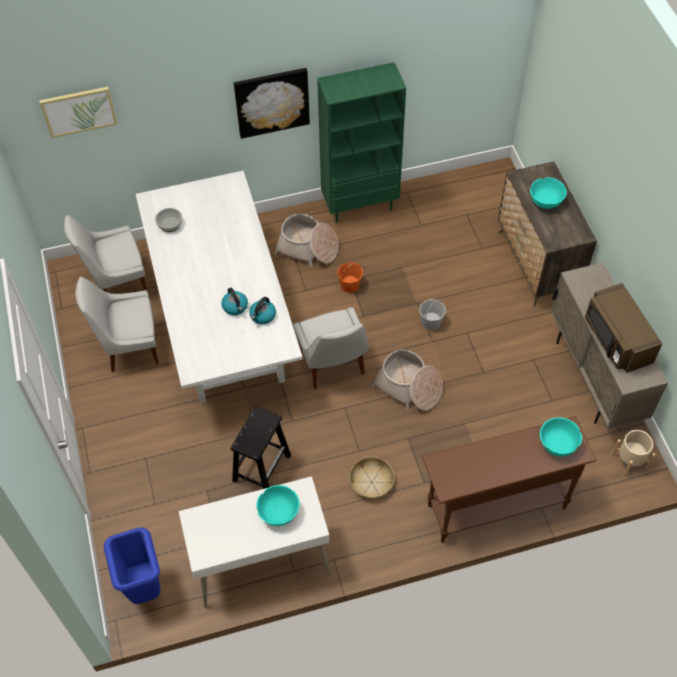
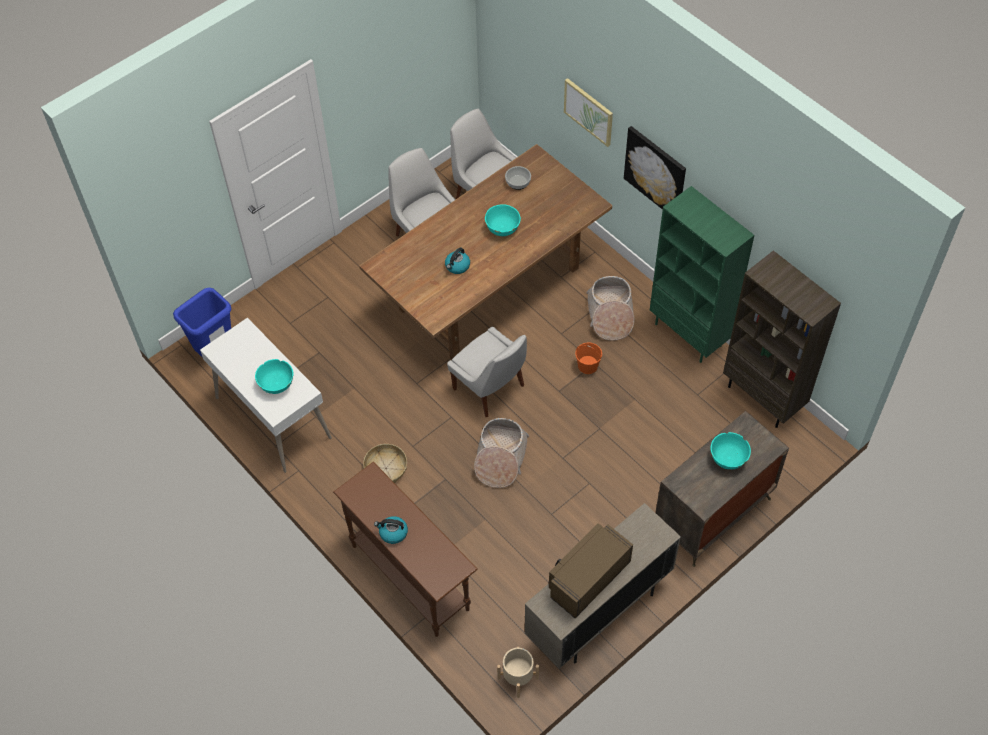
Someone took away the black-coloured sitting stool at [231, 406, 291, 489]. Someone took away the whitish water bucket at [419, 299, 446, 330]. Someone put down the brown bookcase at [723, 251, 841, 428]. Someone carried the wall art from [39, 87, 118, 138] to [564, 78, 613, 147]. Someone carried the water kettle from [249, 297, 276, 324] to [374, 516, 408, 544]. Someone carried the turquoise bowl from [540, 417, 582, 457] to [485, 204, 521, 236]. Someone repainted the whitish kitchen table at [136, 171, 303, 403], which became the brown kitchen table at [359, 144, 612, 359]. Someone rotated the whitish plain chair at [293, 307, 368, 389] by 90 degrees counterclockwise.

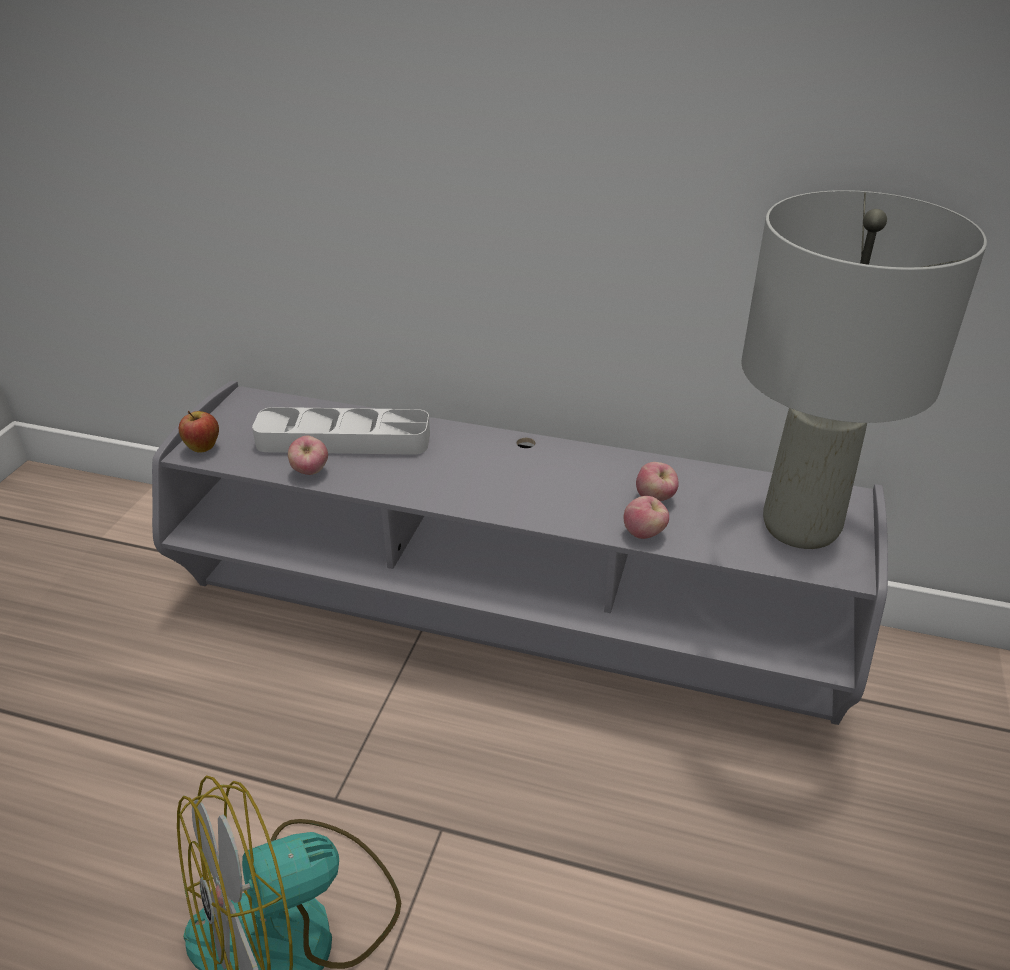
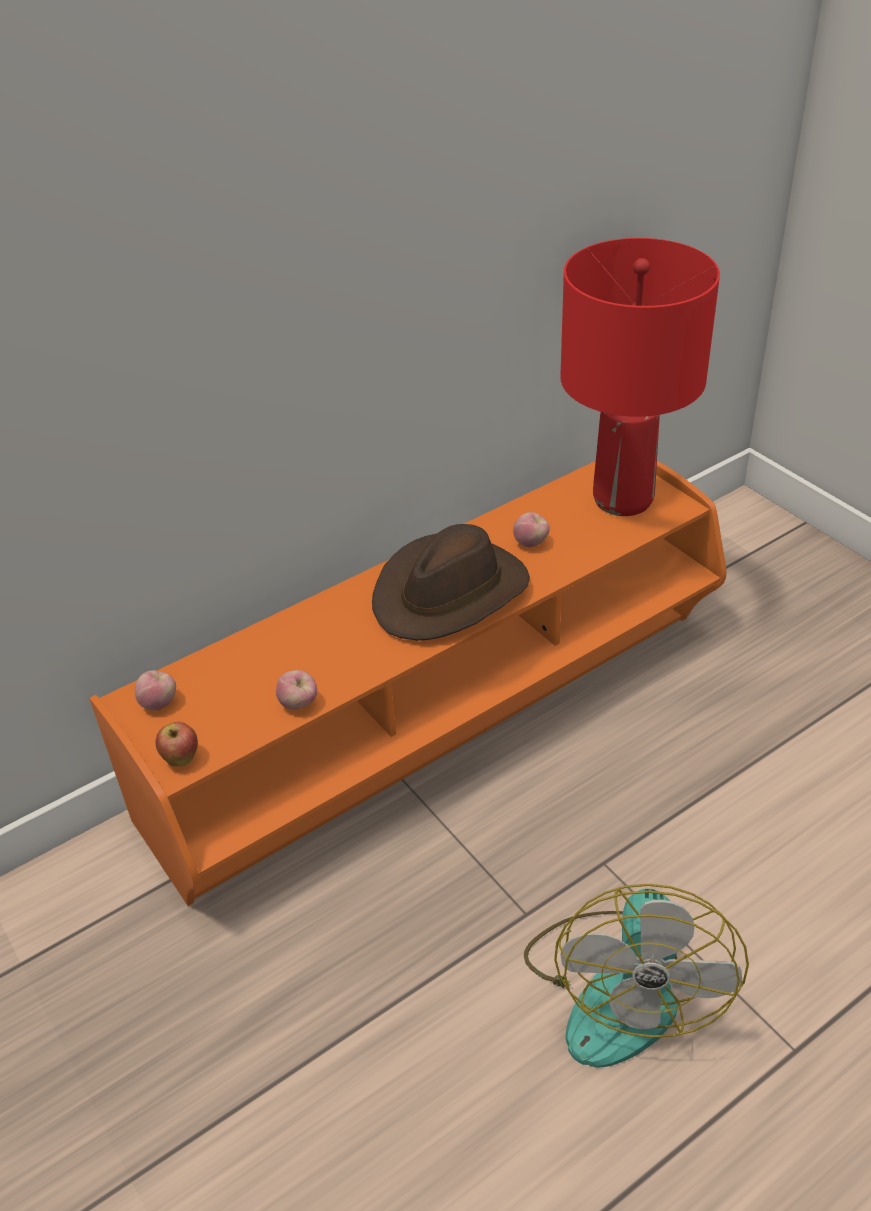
Someone took away the grey tray at [252, 407, 430, 455]. Someone put down the brown wearable hat at [372, 524, 530, 641]. Someone carried the apple fruit from [623, 496, 669, 539] to [135, 670, 176, 711]. Someone repainted the grey tv unit at [152, 381, 888, 725], which became the orangey tv unit at [90, 461, 727, 906]. Someone repainted the grey table lamp at [742, 190, 987, 549], which became the red-coloured table lamp at [560, 238, 720, 516].

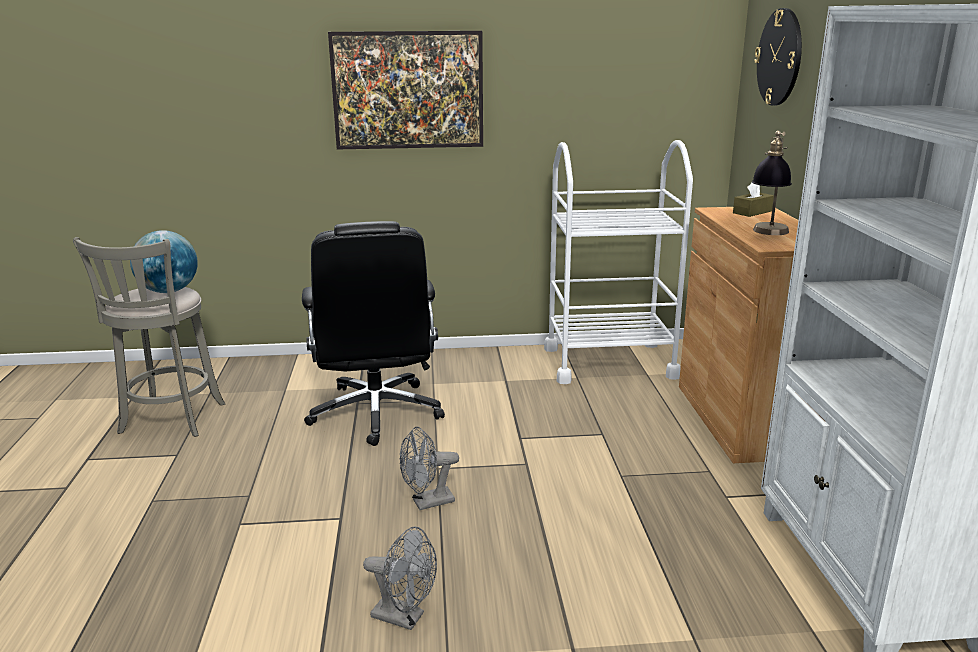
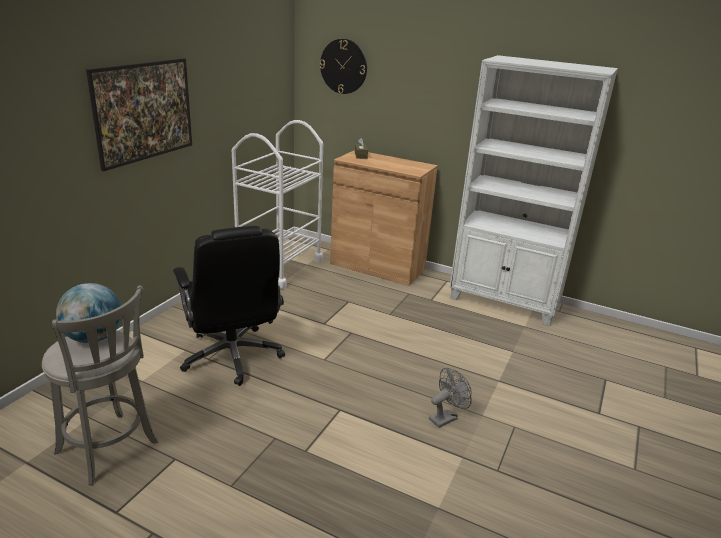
Someone took away the grey electric fan at [400, 427, 459, 510]. Someone took away the table lamp at [752, 131, 792, 235]. Someone rotated the black-coloured desk chair at [302, 221, 445, 446] by 45 degrees clockwise.

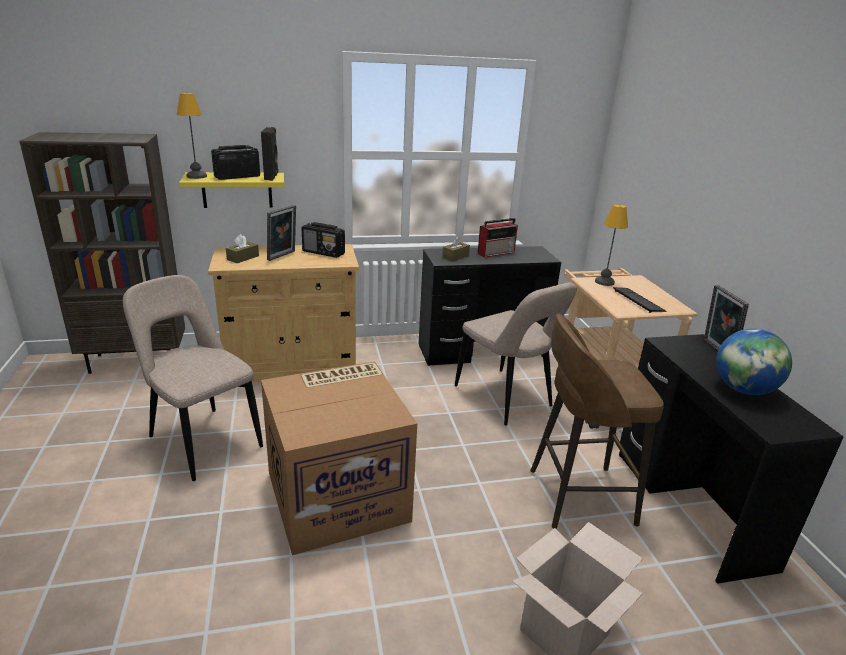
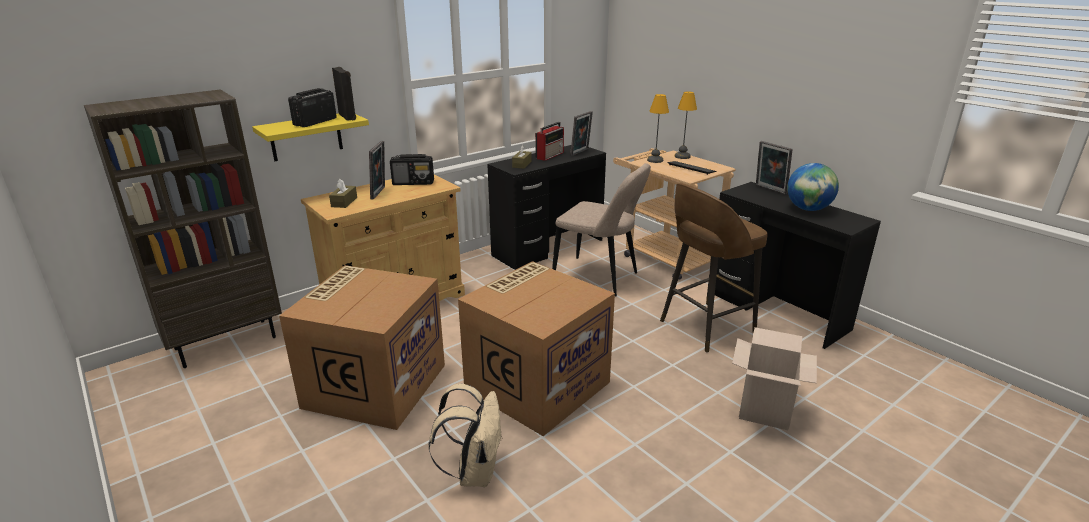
Someone put down the beige knapsack at [428, 384, 503, 487]. Someone put down the standing frame at [570, 111, 593, 156]. Someone carried the table lamp from [177, 93, 207, 179] to [675, 91, 697, 159]. Someone swapped the beige plain chair at [123, 275, 263, 481] for the carton at [279, 265, 445, 430].

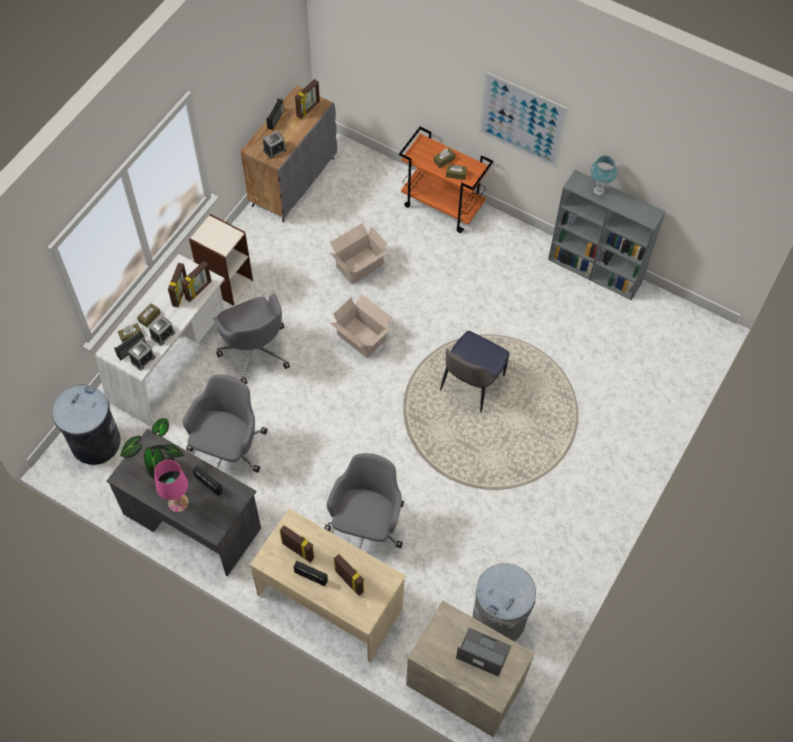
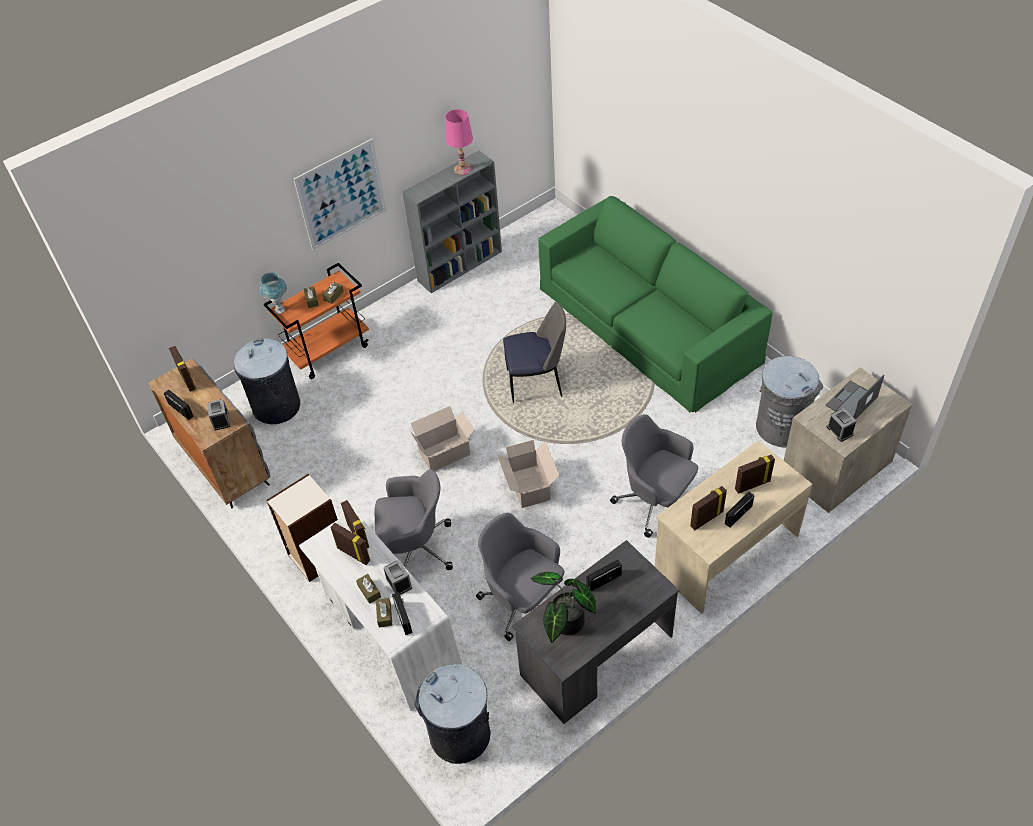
Someone put down the grey rubbish bin at [234, 338, 300, 424]. Someone put down the green settee at [538, 196, 773, 413]. Someone carried the table clock from [128, 340, 156, 371] to [827, 408, 856, 442]. Someone carried the pink table lamp from [154, 460, 189, 512] to [445, 109, 473, 175]. Someone carried the carton from [330, 223, 389, 284] to [497, 440, 560, 508]. Someone carried the blue-coloured table lamp from [590, 156, 617, 195] to [260, 272, 287, 314]. Someone rotated the plain chair at [440, 331, 510, 413] by 60 degrees counterclockwise.

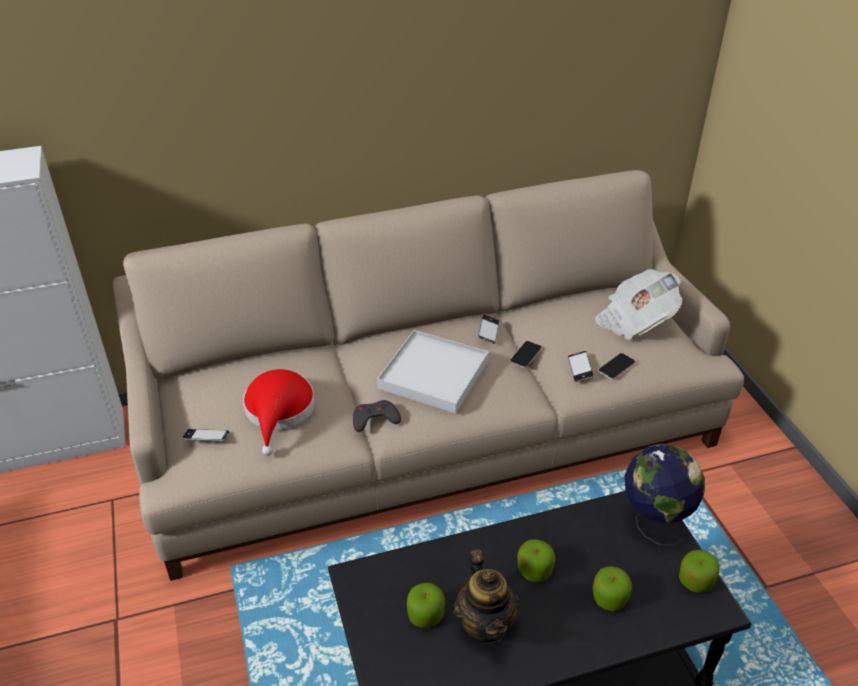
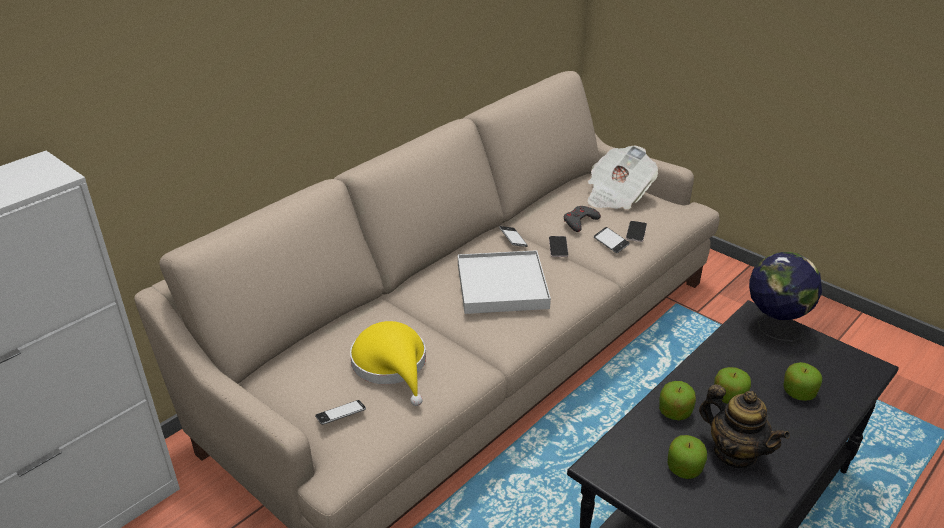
Someone carried the grey game controller from [353, 400, 401, 432] to [564, 206, 601, 232]. Someone carried the apple fruit from [679, 550, 720, 593] to [659, 381, 696, 420]. Someone repainted the red-coloured wearable hat at [243, 369, 315, 456], which became the yellow-coloured wearable hat at [350, 321, 426, 406].

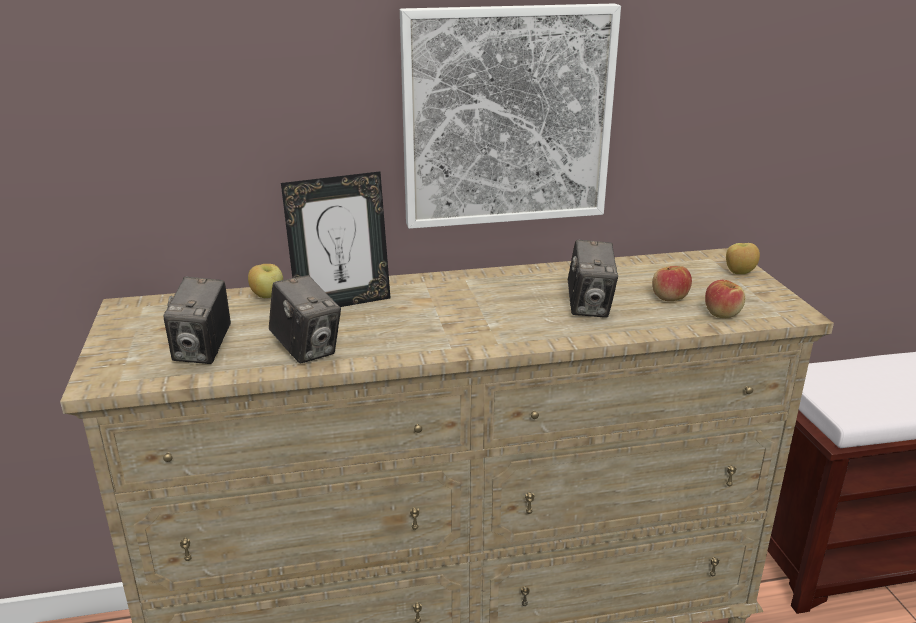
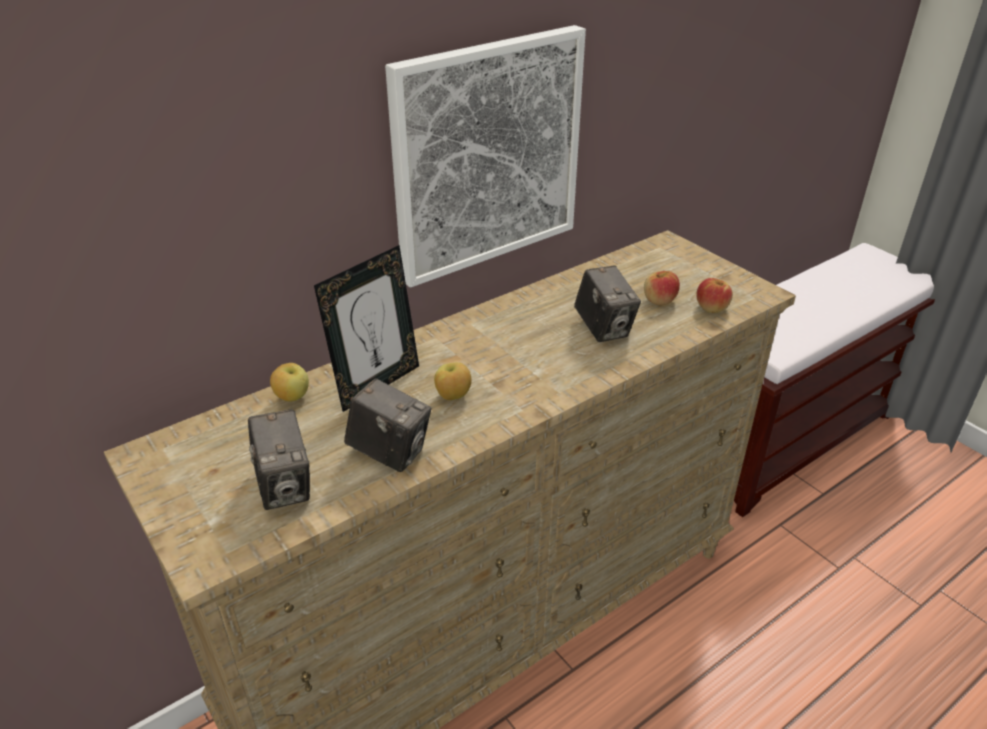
Someone carried the apple fruit from [726, 243, 760, 274] to [434, 362, 471, 400].

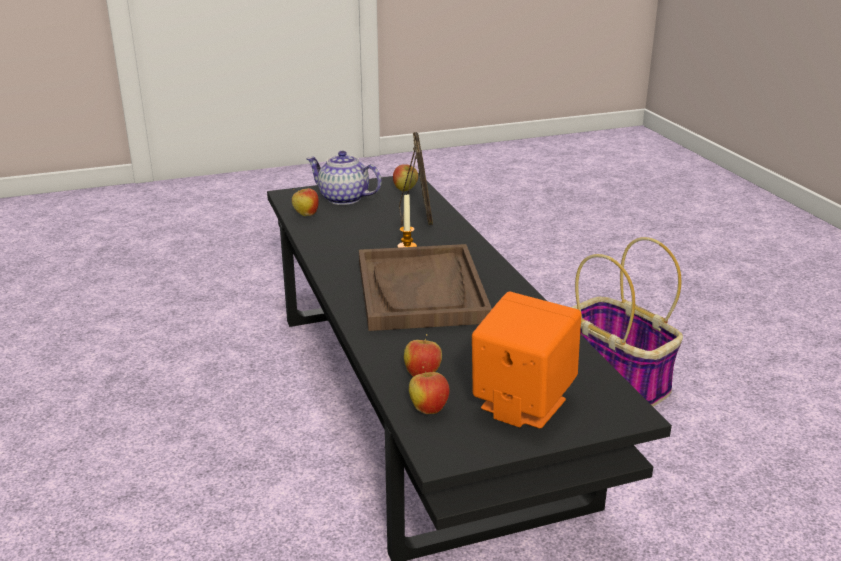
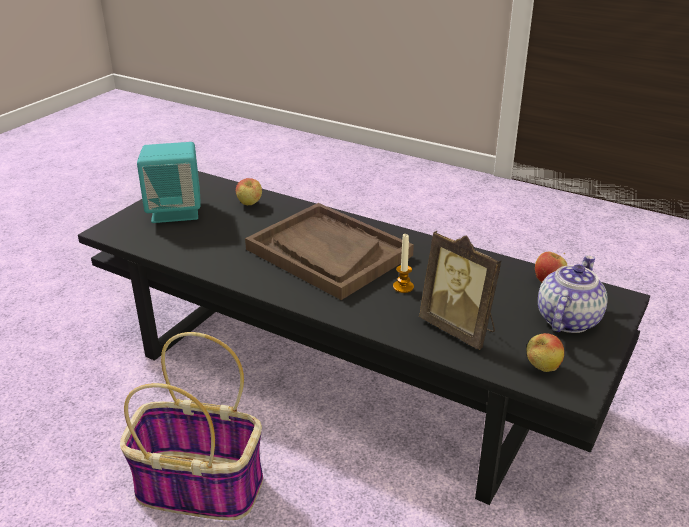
Someone took away the apple fruit at [409, 367, 450, 414]. Someone repainted the orangey audio speaker at [472, 292, 581, 429], which became the turquoise audio speaker at [137, 142, 201, 223]. Someone rotated the teapot at [306, 151, 382, 205] by 45 degrees counterclockwise.

